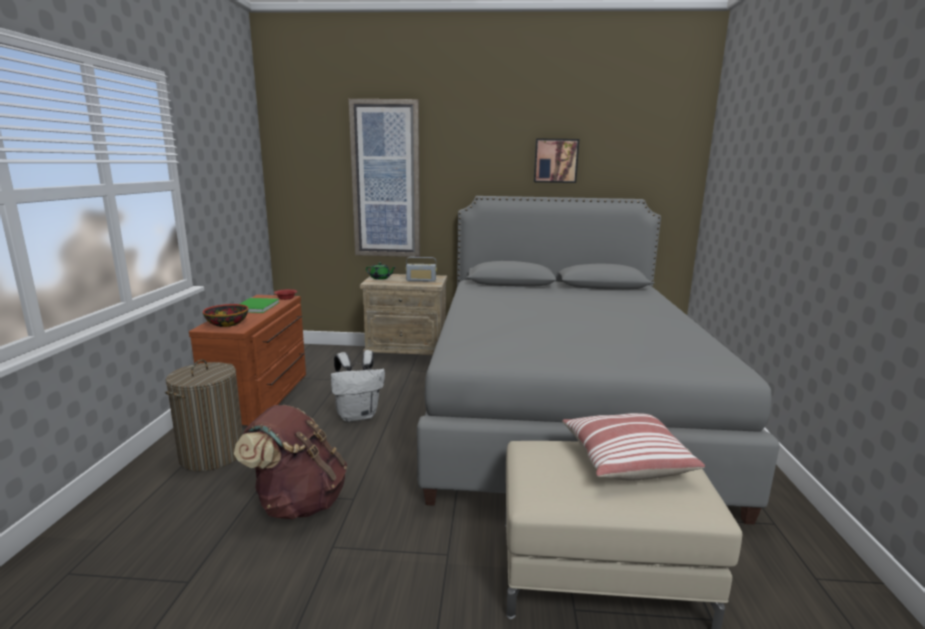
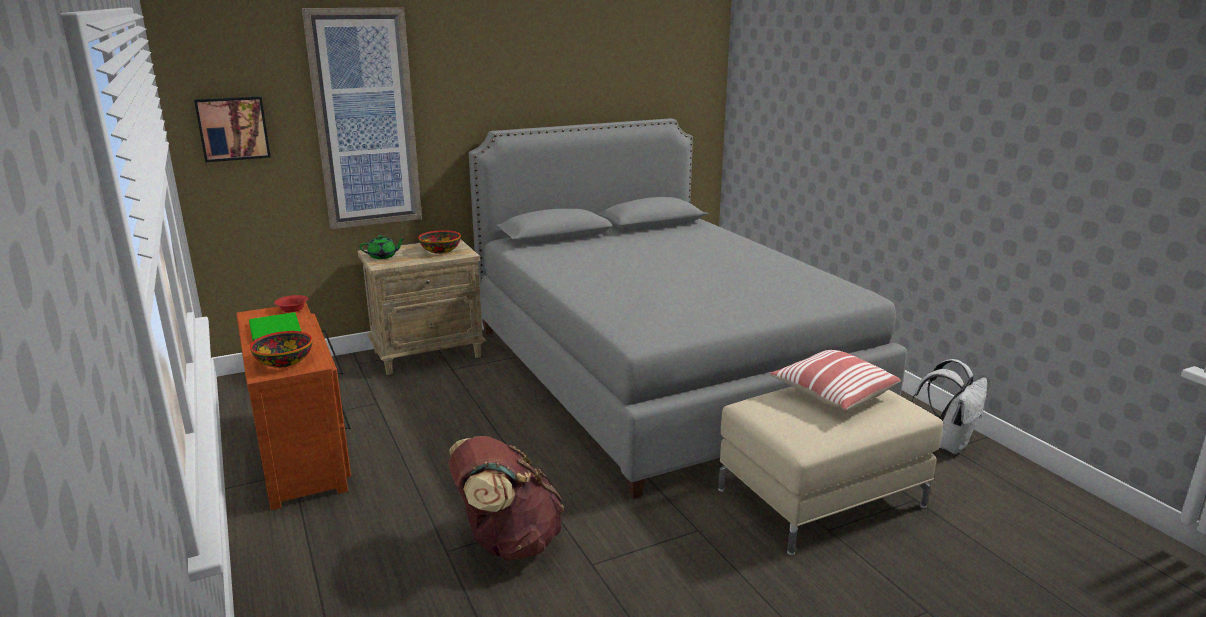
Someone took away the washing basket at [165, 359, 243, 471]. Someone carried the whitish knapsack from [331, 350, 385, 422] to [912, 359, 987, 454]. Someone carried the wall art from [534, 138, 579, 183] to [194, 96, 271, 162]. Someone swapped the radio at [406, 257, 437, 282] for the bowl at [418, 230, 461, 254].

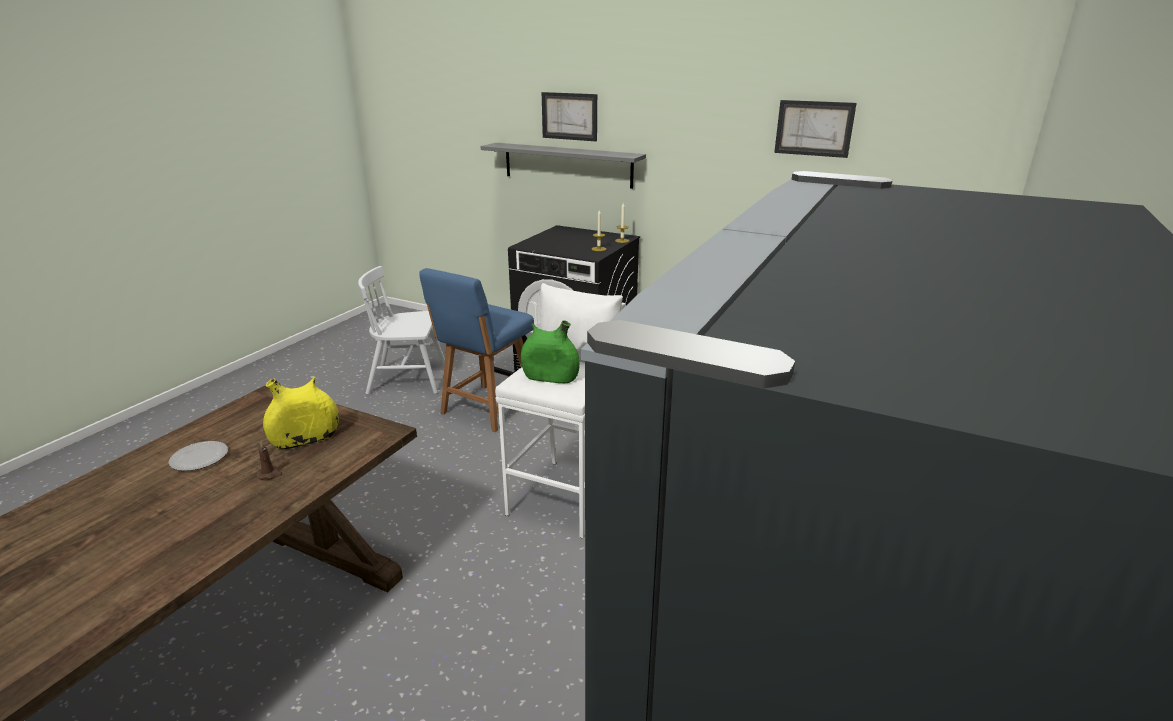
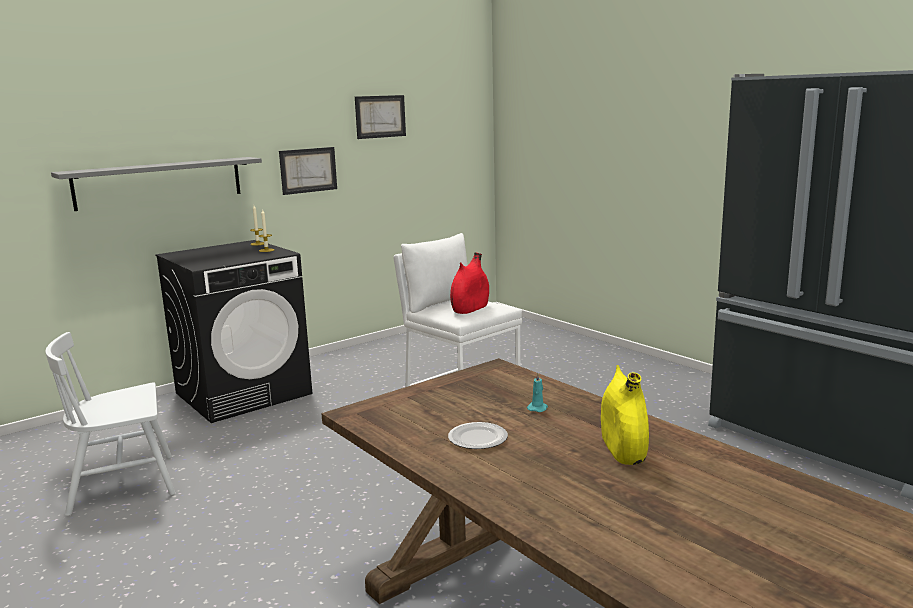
Someone took away the blue-coloured plain chair at [419, 268, 534, 432]. Someone carried the yellow-coloured flower vase from [263, 376, 339, 449] to [601, 365, 649, 465]. Someone carried the wall art from [542, 92, 597, 141] to [279, 147, 337, 195]. Someone repainted the brown wax light at [256, 442, 282, 480], which became the turquoise wax light at [527, 372, 548, 412]. Someone repainted the green flower vase at [521, 320, 580, 383], which became the red-coloured flower vase at [450, 253, 489, 314]. Someone rotated the whitish plain chair at [358, 266, 445, 394] by 45 degrees clockwise.

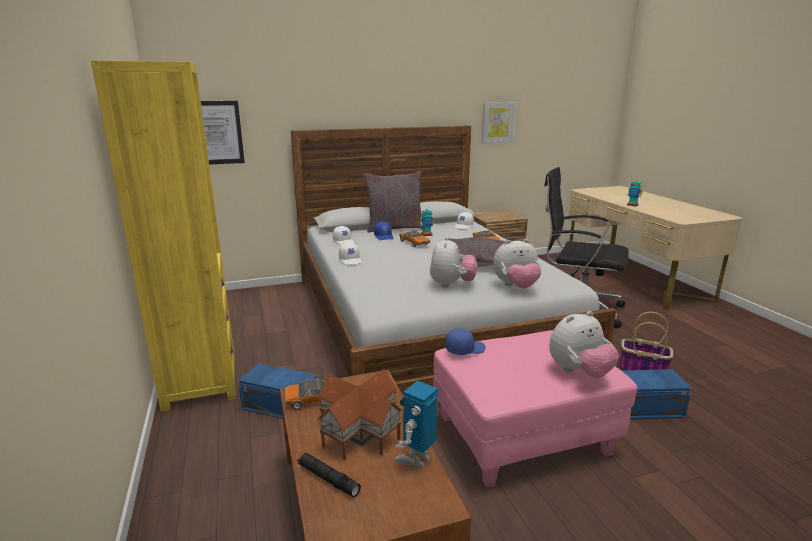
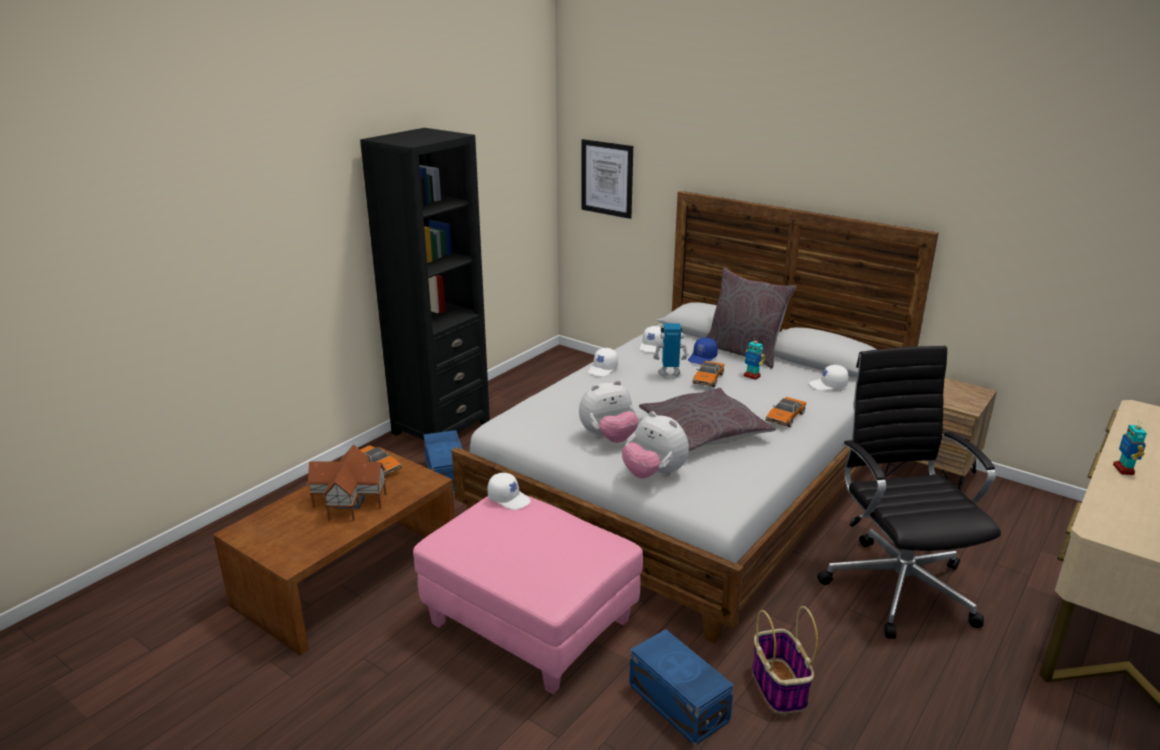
Someone took away the black-coloured torch at [297, 453, 361, 497]. Someone took away the wall art at [482, 102, 515, 143]. Someone took away the plush toy at [549, 311, 619, 378]. Someone carried the toy robot from [394, 381, 438, 467] to [653, 323, 689, 379]. Someone repainted the yellow-coloured bookcase at [91, 61, 236, 412], which became the black-coloured bookcase at [360, 128, 490, 440]. Someone repainted the blue-coloured baseball cap at [446, 328, 486, 355], which became the whitish baseball cap at [487, 473, 530, 510].

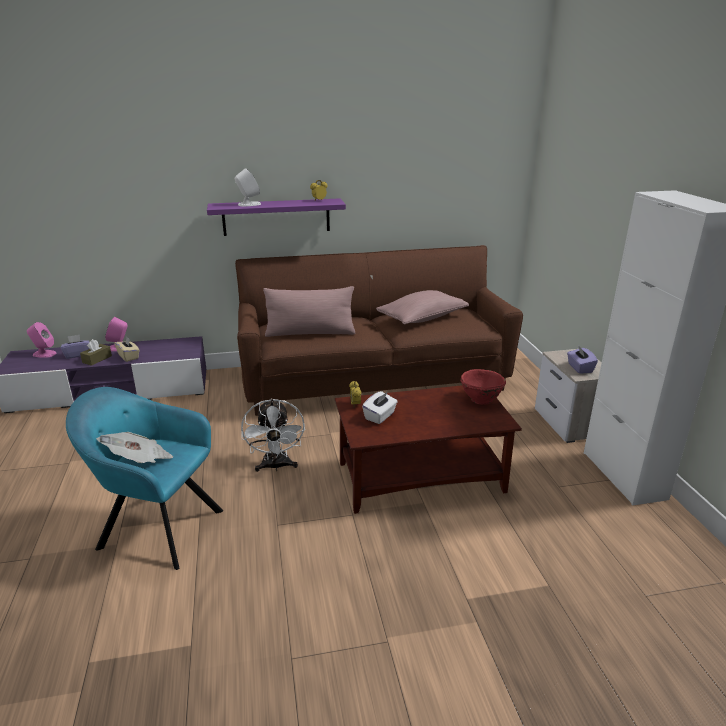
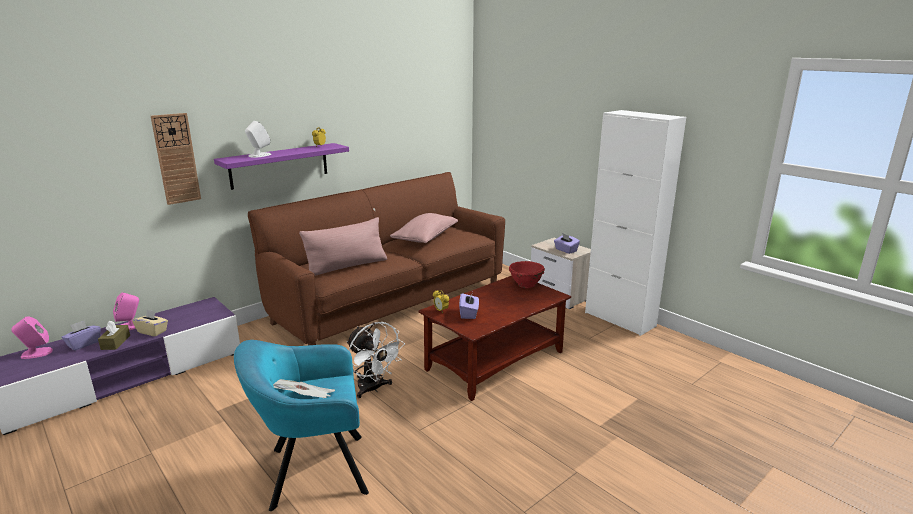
Someone put up the hanging clock at [151, 113, 201, 205]. Someone repainted the whitish tissue holder at [362, 391, 398, 424], which became the purple-coloured tissue holder at [459, 292, 479, 319].

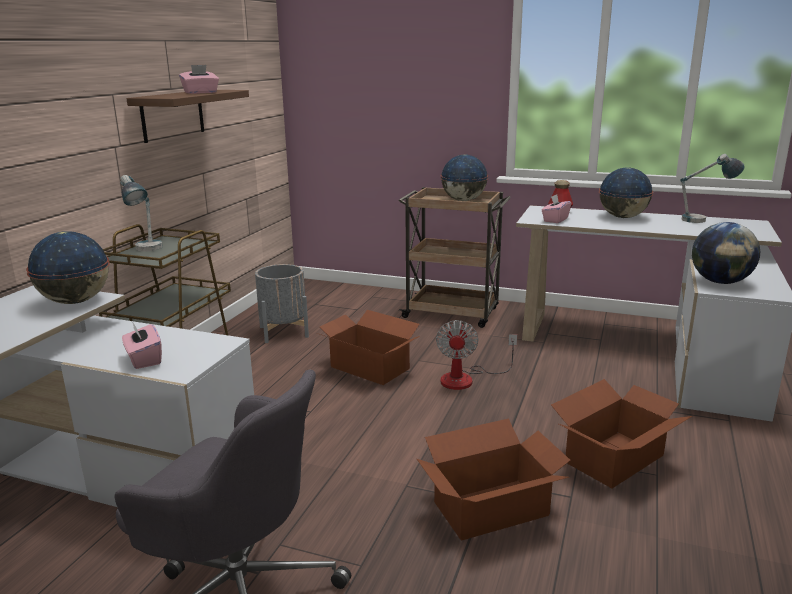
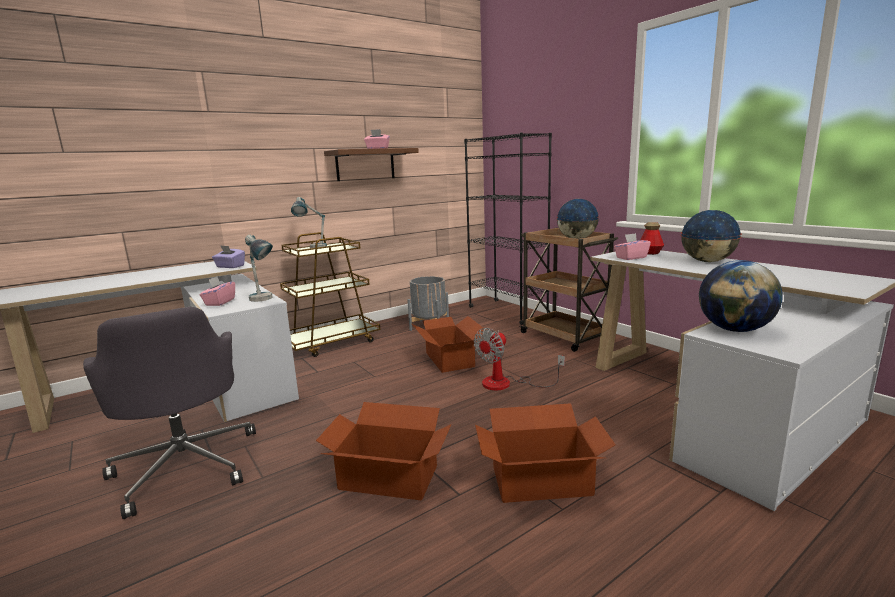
Someone put down the black-coloured bookcase at [464, 132, 552, 325]. Someone carried the table lamp from [680, 154, 745, 223] to [245, 235, 273, 302]. Someone swapped the desk globe at [26, 231, 110, 304] for the purple-coloured tissue holder at [212, 245, 245, 268].

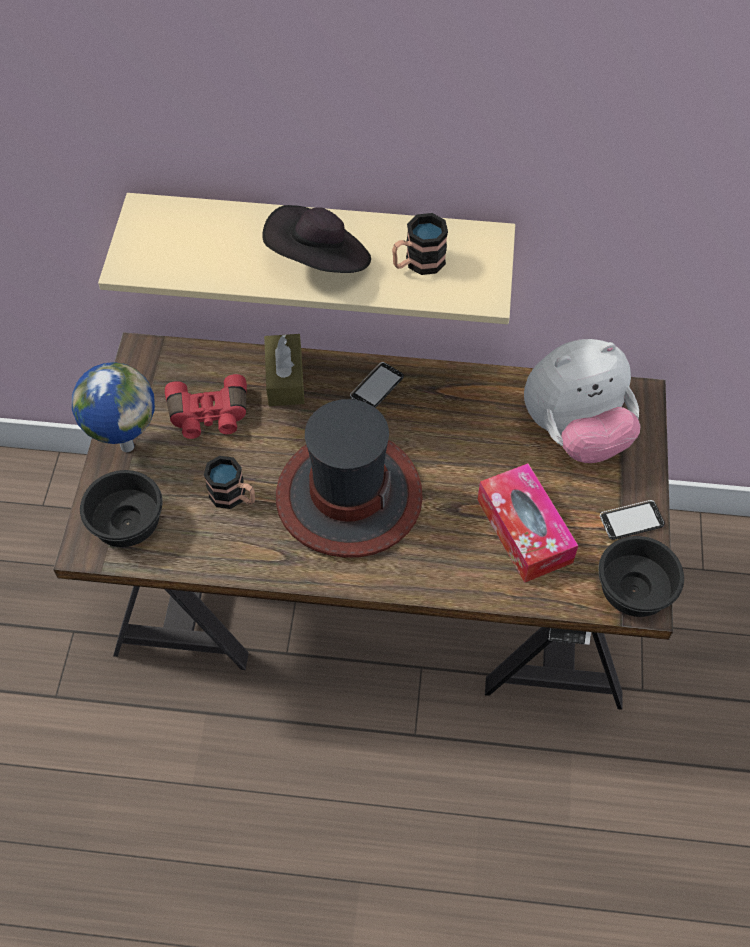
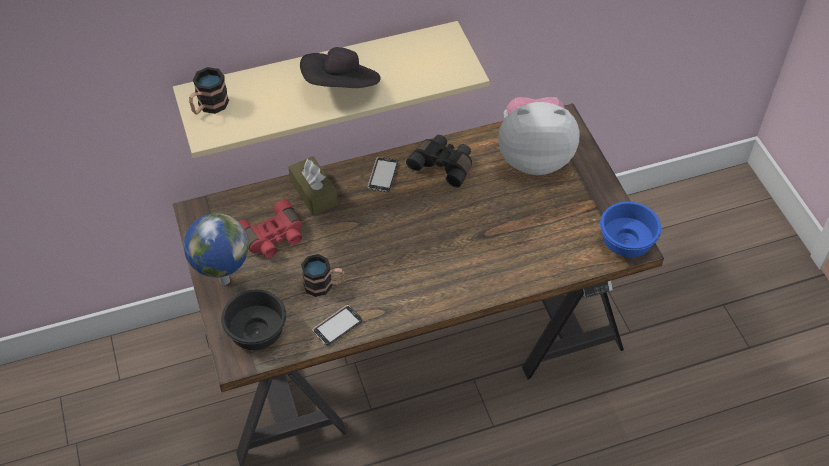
Someone took away the wearable hat at [276, 399, 423, 558]. Someone took away the tissue holder at [477, 463, 578, 583]. Someone put down the black-coloured binoculars at [406, 135, 472, 188]. Someone carried the tea mug from [392, 213, 448, 275] to [189, 67, 229, 114]. Someone carried the phone from [600, 500, 665, 540] to [313, 305, 362, 346]. Someone repainted the black-coloured bowl at [598, 536, 684, 617], which became the blue-coloured bowl at [600, 202, 661, 257]. Someone rotated the plush toy at [524, 339, 641, 463] by 135 degrees counterclockwise.

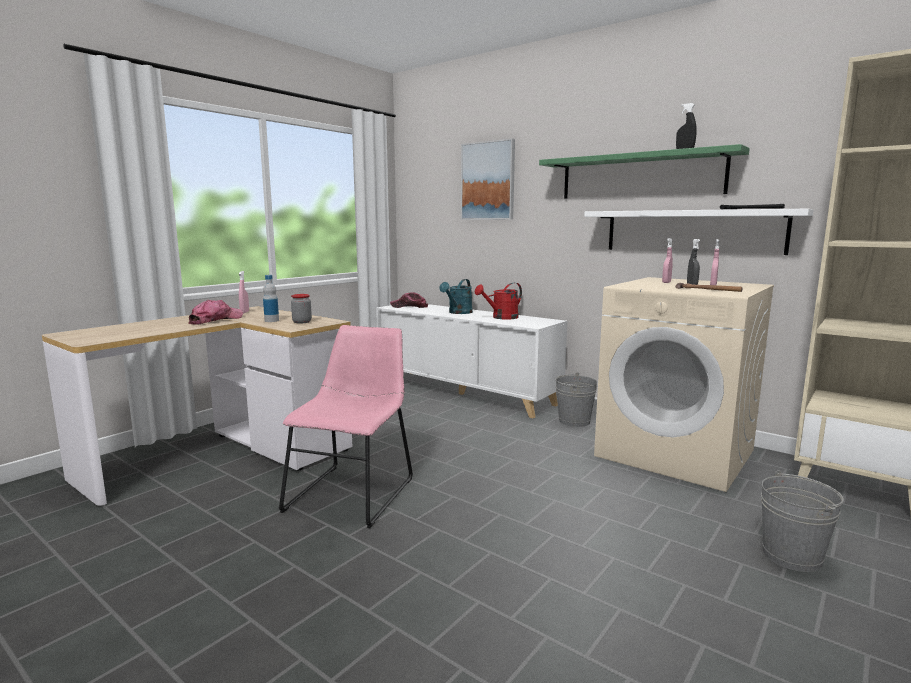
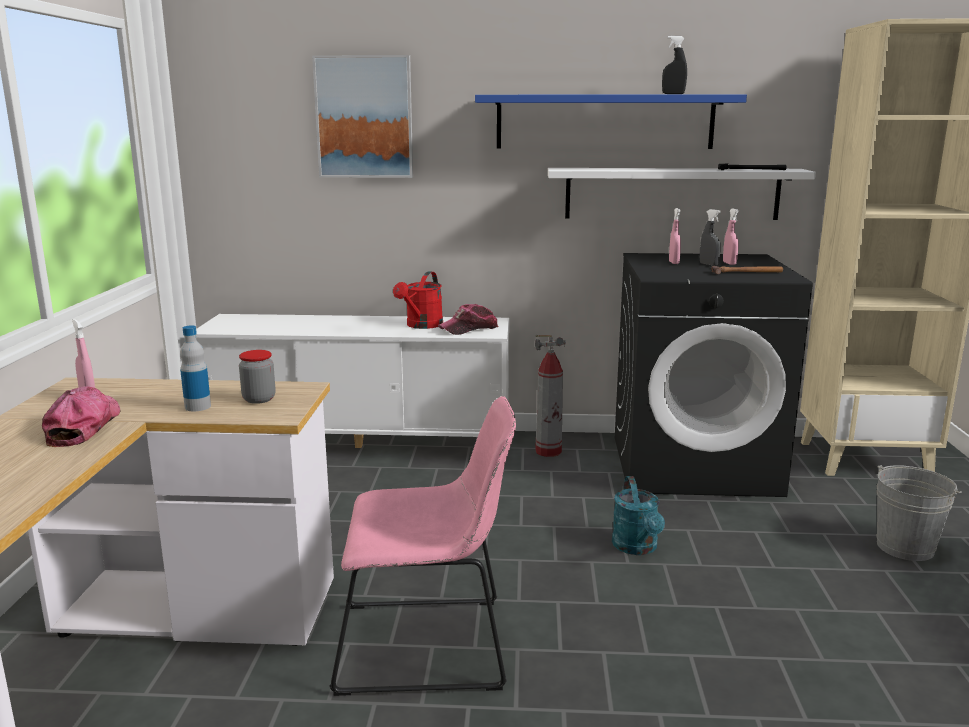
Someone carried the baseball cap from [390, 292, 428, 308] to [438, 304, 499, 335]. Someone carried the turquoise watering can from [439, 279, 473, 314] to [612, 476, 665, 555]. Someone swapped the grey water bucket at [555, 372, 598, 427] for the extinguisher at [535, 335, 566, 457]. Someone repainted the green bracket shelf at [539, 144, 750, 199], which became the blue-coloured bracket shelf at [475, 94, 747, 149]. Someone repainted the beige washing machine at [594, 277, 774, 492], which became the black-coloured washing machine at [615, 253, 813, 497]. Someone rotated the pink plain chair at [279, 325, 413, 528] by 105 degrees clockwise.

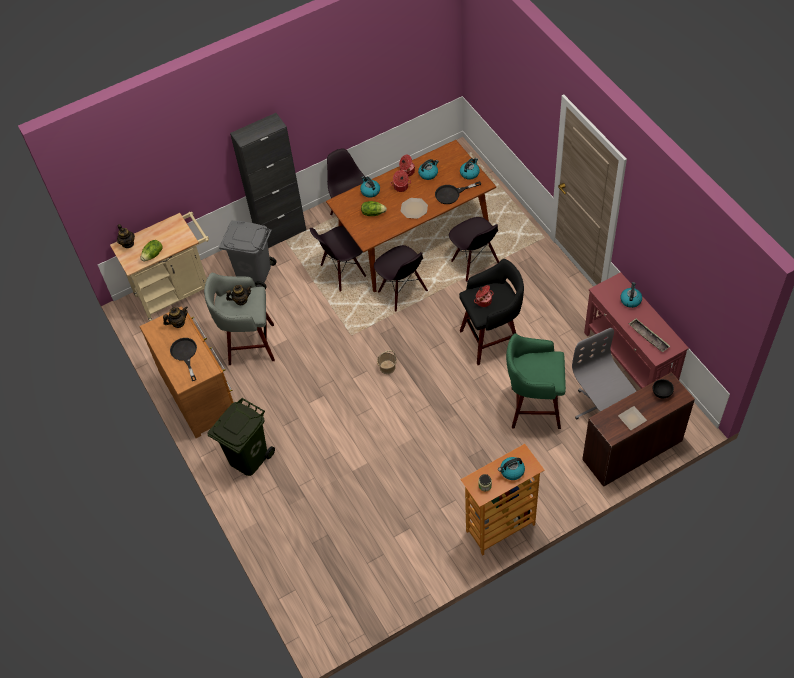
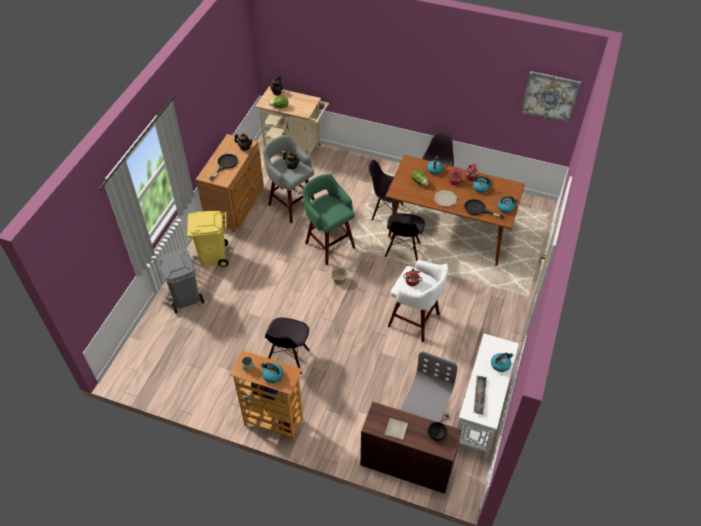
Someone took away the black-coloured cupboard at [230, 113, 306, 248]. Someone put up the wall art at [521, 71, 581, 123]. Someone carried the grey rubbish bin from [219, 220, 277, 289] to [156, 248, 204, 313]. Someone carried the black-coloured plain chair from [449, 217, 499, 282] to [265, 318, 310, 374]. Someone carried the green sitting stool from [506, 333, 566, 429] to [303, 174, 355, 265]. Someone repainted the green rubbish bin at [208, 398, 275, 476], which became the yellow-coloured rubbish bin at [187, 211, 229, 267]. Someone repainted the black-coloured sitting stool at [459, 259, 524, 365], which became the whitish sitting stool at [388, 260, 448, 342]. Someone repainted the red-coloured hall table at [584, 272, 689, 389], which became the whitish hall table at [457, 334, 519, 461].

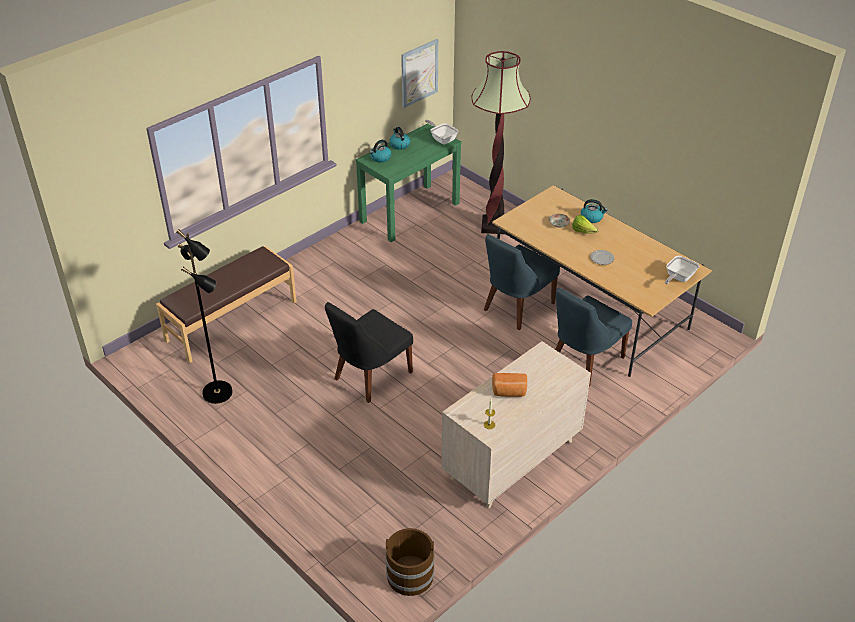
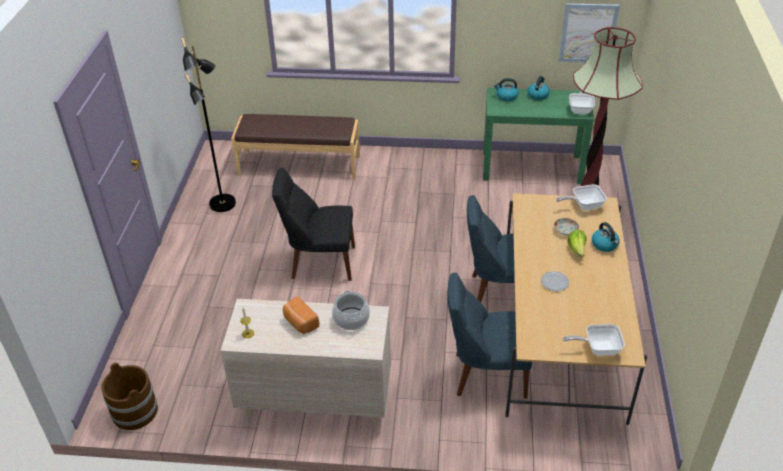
Someone put down the saucepot at [332, 291, 370, 330]. Someone put down the skillet at [556, 184, 607, 211].

